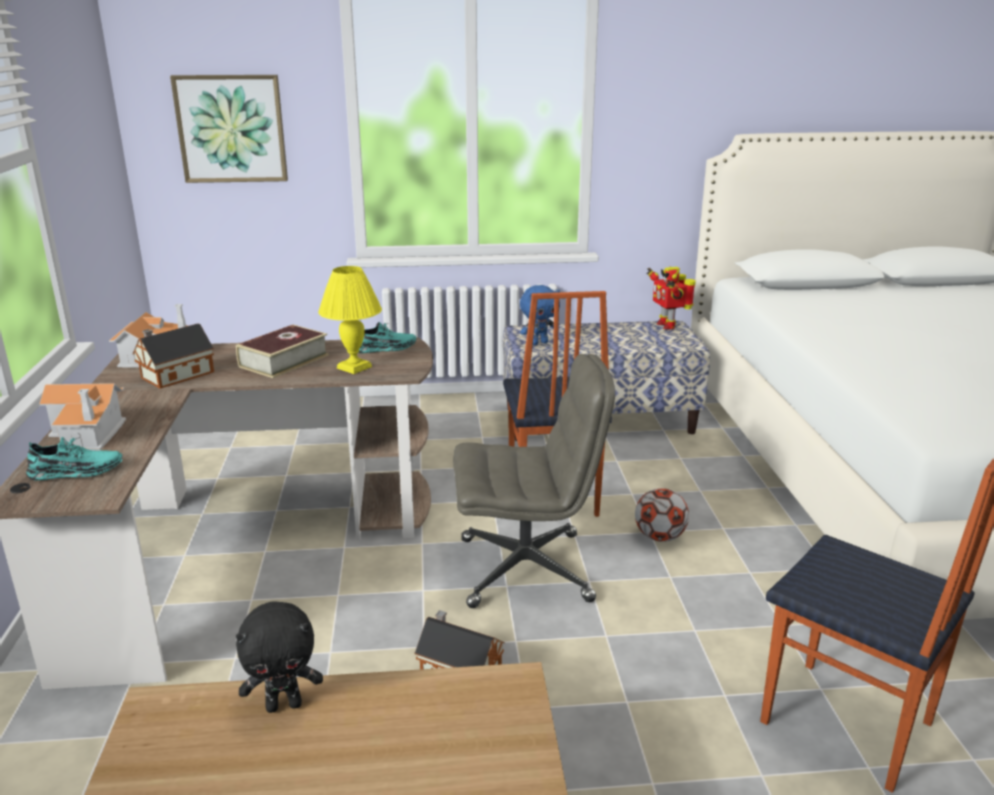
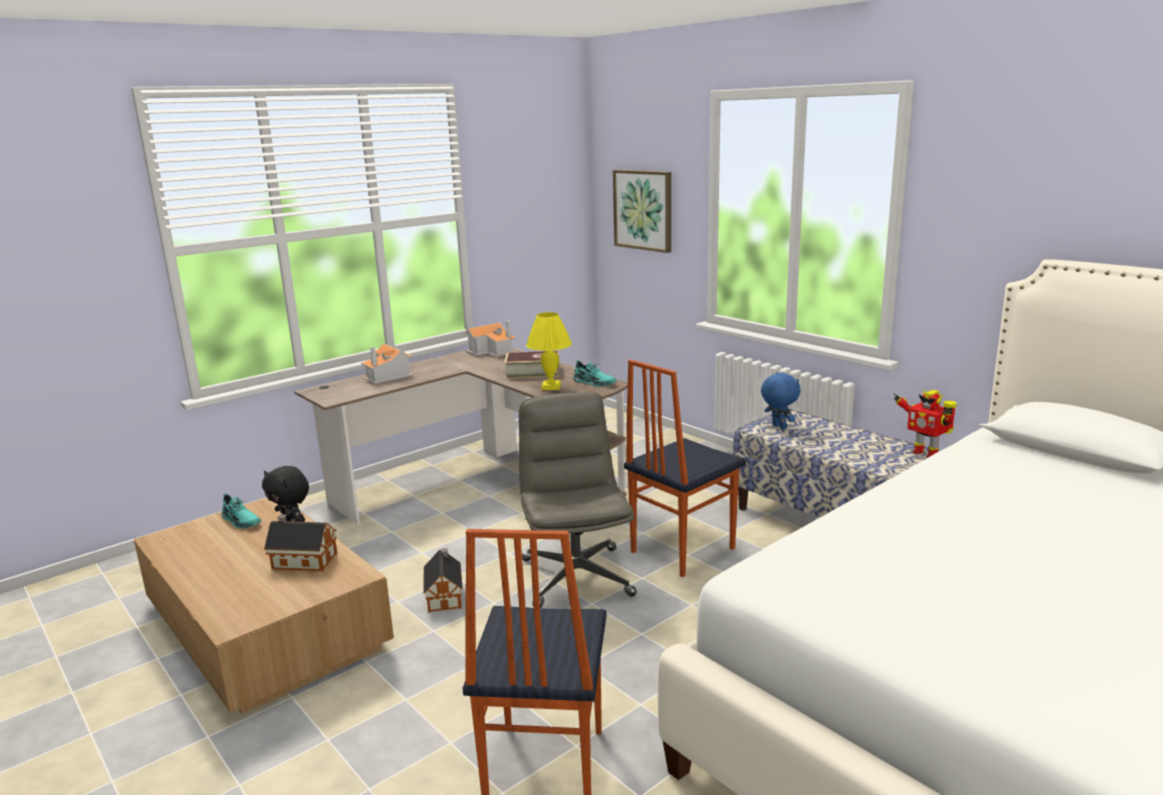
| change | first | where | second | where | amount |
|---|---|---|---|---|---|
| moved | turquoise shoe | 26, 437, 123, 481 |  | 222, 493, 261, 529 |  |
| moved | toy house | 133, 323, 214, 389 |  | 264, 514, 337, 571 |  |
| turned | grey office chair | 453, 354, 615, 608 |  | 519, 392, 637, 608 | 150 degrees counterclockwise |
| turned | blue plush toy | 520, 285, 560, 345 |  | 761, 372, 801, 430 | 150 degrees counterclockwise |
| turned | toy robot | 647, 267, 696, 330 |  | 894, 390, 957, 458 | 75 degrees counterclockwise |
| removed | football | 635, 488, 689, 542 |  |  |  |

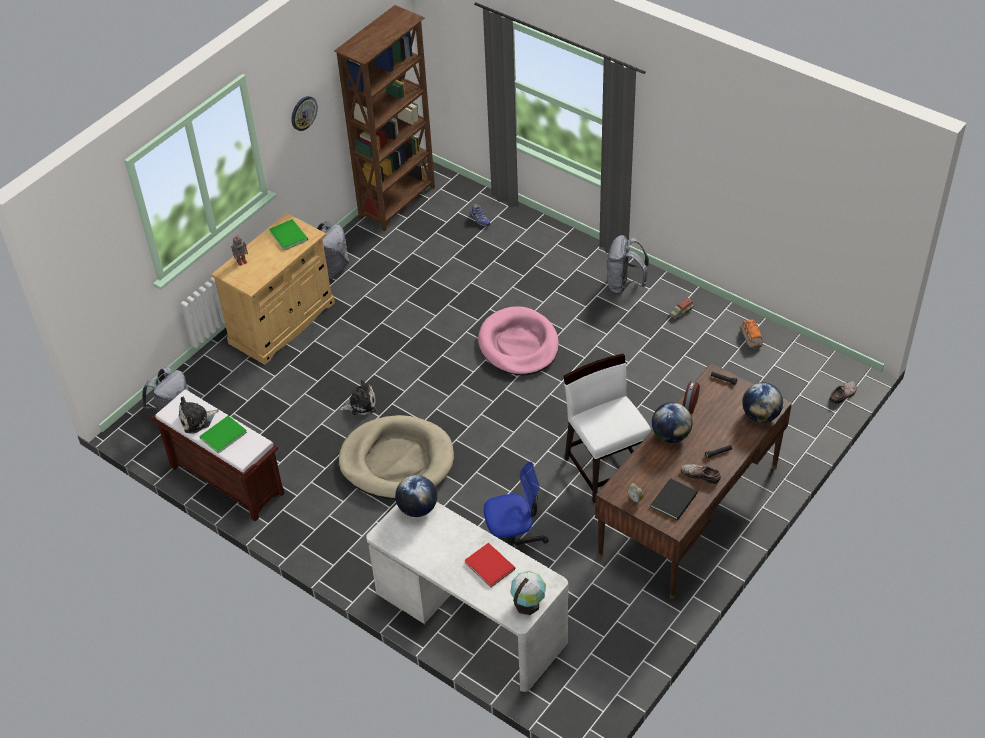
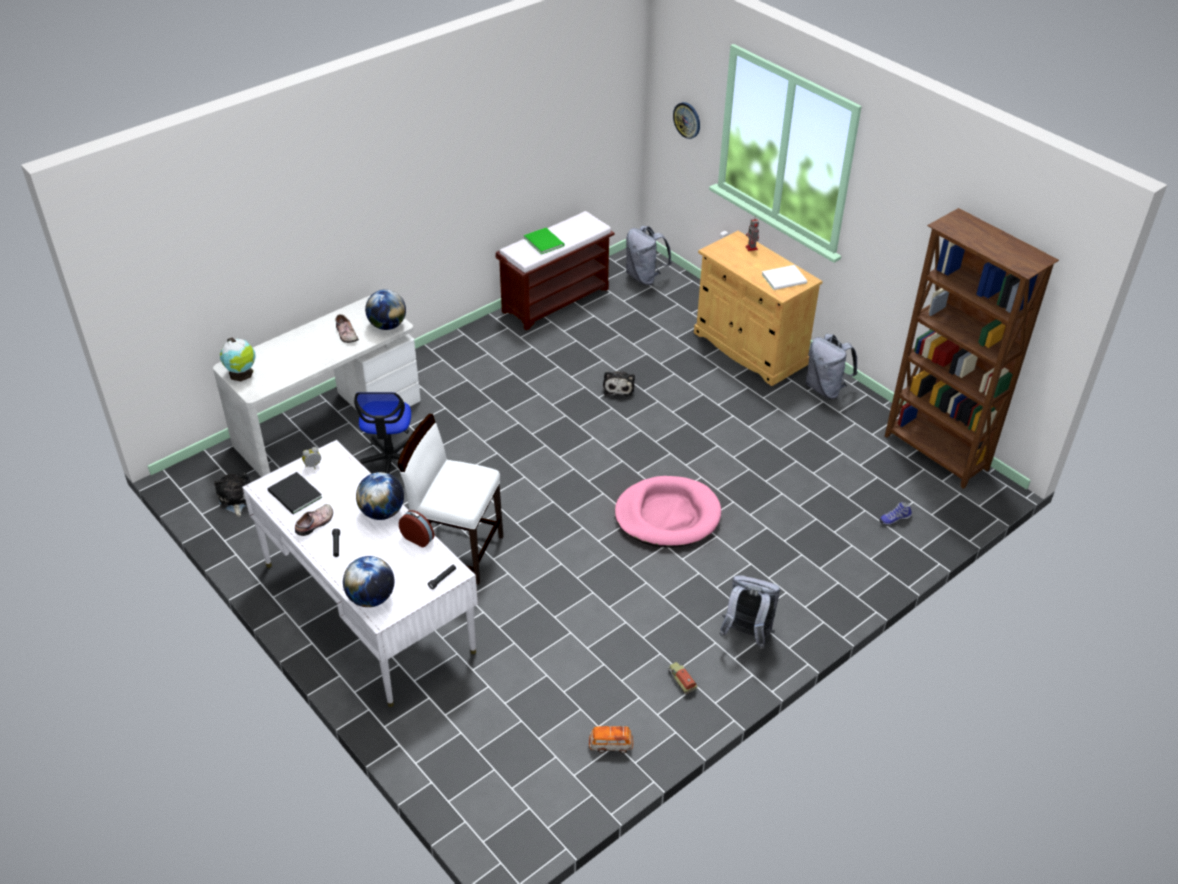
| change | first | where | second | where | amount |
|---|---|---|---|---|---|
| moved | plush toy | 179, 396, 219, 434 |  | 214, 473, 250, 517 |  |
| recoloured | brown desk | 595, 363, 792, 599 | white desk | 242, 440, 478, 707 |  |
| moved | shoe | 829, 381, 857, 404 |  | 336, 314, 359, 343 |  |
| turned | white chair | 564, 354, 651, 503 |  | 397, 414, 503, 585 | 150 degrees counterclockwise |
| moved | wall clock | 291, 96, 318, 131 |  | 673, 102, 700, 139 |  |
| recoloured | green book | 269, 219, 308, 250 | white book | 761, 265, 807, 290 |  |
| removed | beige dog bed | 339, 415, 454, 499 |  |  |  |
| removed | red book | 464, 543, 516, 587 |  |  |  |

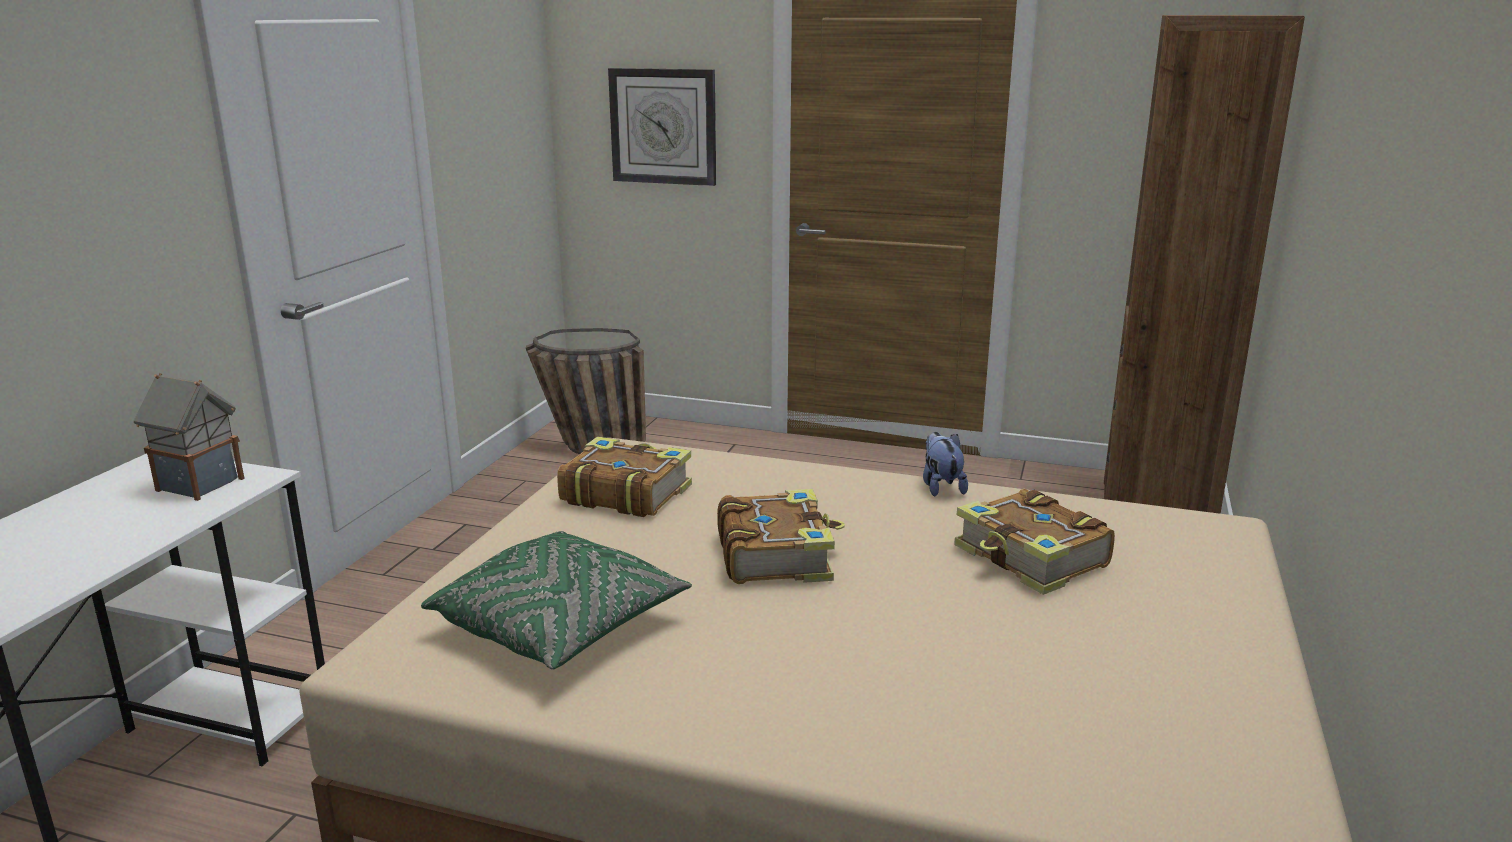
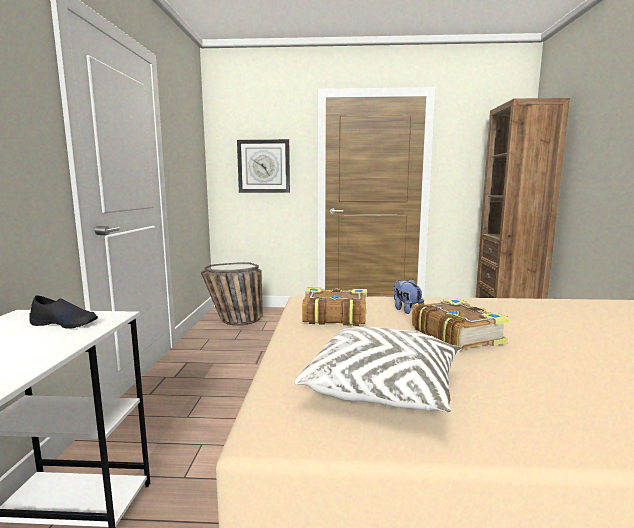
| change | first | where | second | where | amount |
|---|---|---|---|---|---|
| replaced | toy house | 134, 373, 245, 501 | black shoe | 29, 295, 98, 329 |  |
| recoloured | green pillow | 421, 531, 692, 670 | white pillow | 295, 327, 462, 412 |  |
| moved | plush toy | 923, 432, 968, 496 |  | 394, 279, 424, 314 |  |
| removed | book | 954, 489, 1115, 595 |  |  |  |

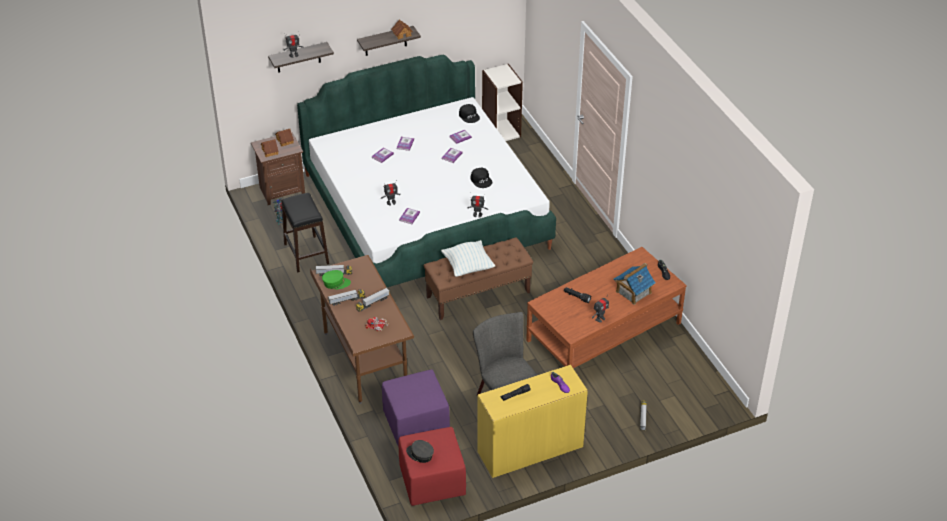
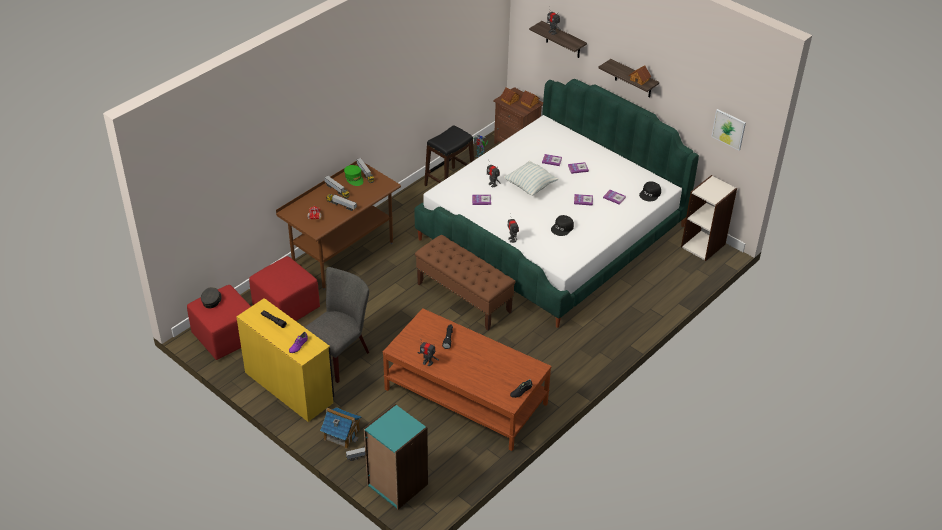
| change | first | where | second | where | amount |
|---|---|---|---|---|---|
| recoloured | purple ottoman | 382, 369, 450, 447 | red ottoman | 249, 256, 320, 321 |  |
| moved | toy house | 614, 263, 656, 305 |  | 320, 407, 361, 449 |  |
| added |  |  | turquoise bookcase | 364, 404, 428, 509 |  |
| moved | pillow | 441, 240, 495, 277 |  | 504, 161, 558, 196 |  |
| added |  |  | picture | 711, 109, 746, 150 |  |

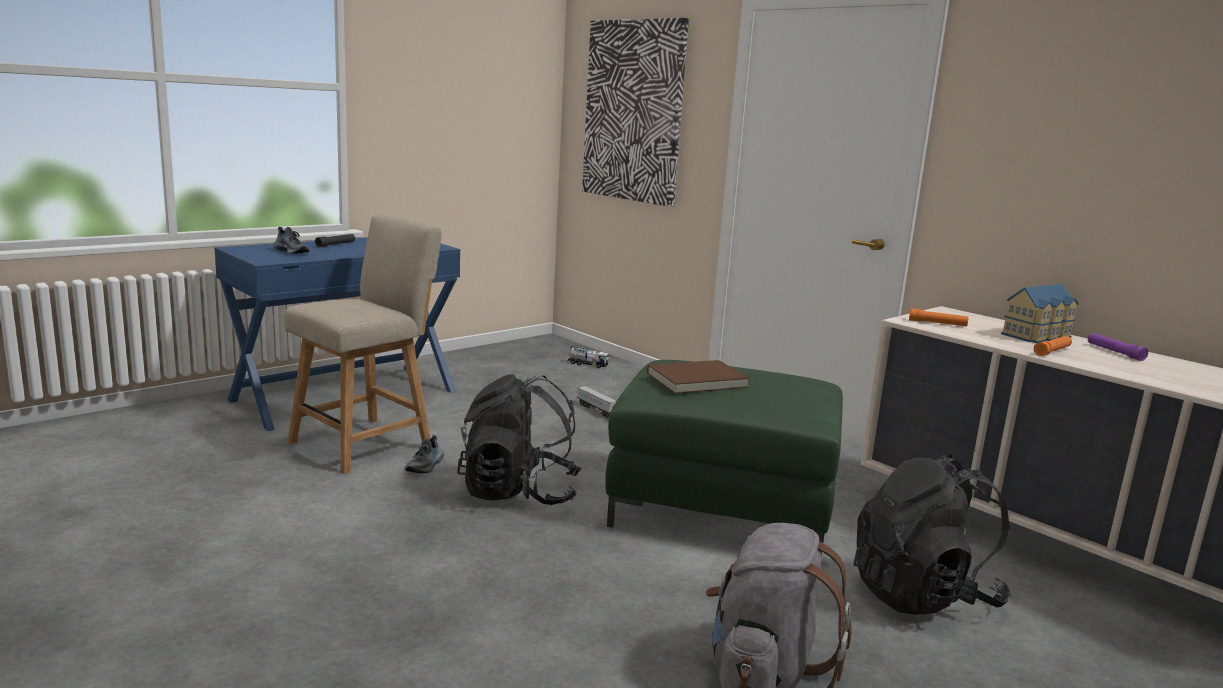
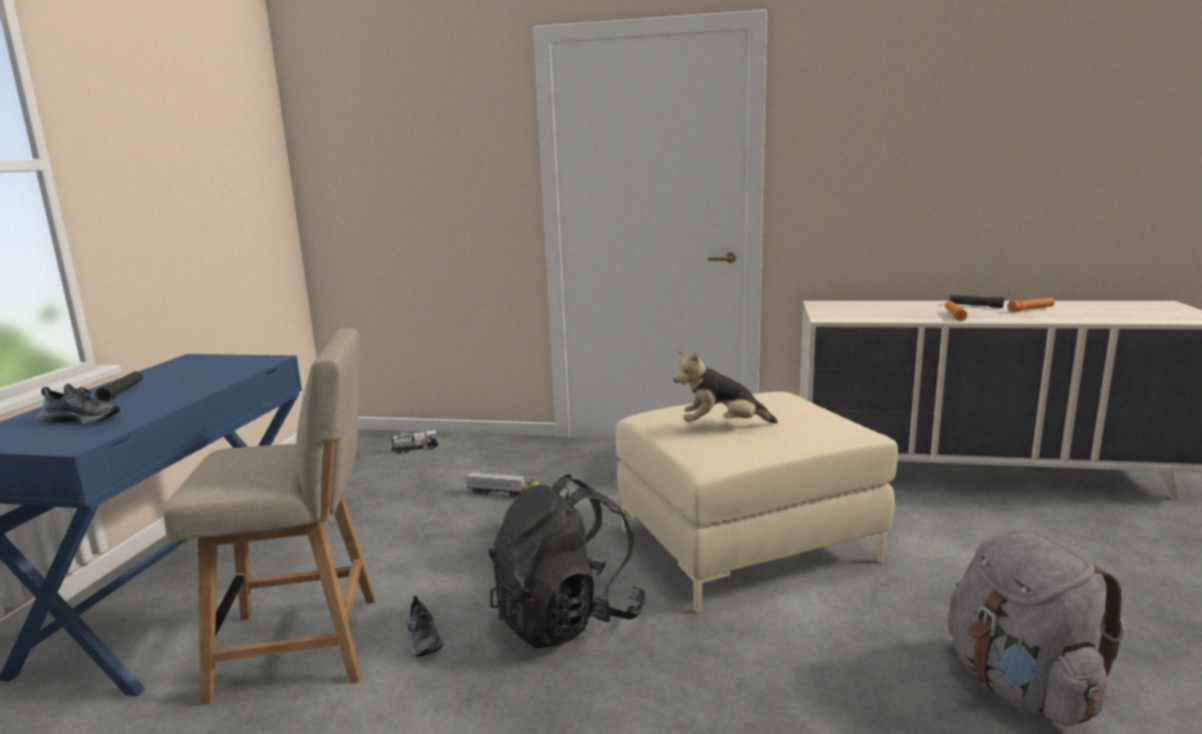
| change | first | where | second | where | amount |
|---|---|---|---|---|---|
| turned | beige chair | 284, 214, 442, 475 |  | 163, 328, 376, 705 | 75 degrees clockwise |
| recoloured | green ottoman | 605, 360, 843, 543 | beige ottoman | 616, 392, 898, 613 |  |
| replaced | brown book | 647, 360, 749, 394 | plush toy | 673, 351, 778, 423 |  |
| recoloured | purple flashlight | 1088, 333, 1148, 361 | black flashlight | 949, 295, 1004, 308 |  |
| moved | orange flashlight | 909, 308, 969, 326 |  | 1008, 298, 1055, 312 |  |
| removed | picture | 582, 18, 689, 207 |  |  |  |
| removed | black backpack | 853, 454, 1011, 615 |  |  |  |
| removed | toy house | 1001, 284, 1079, 343 |  |  |  |

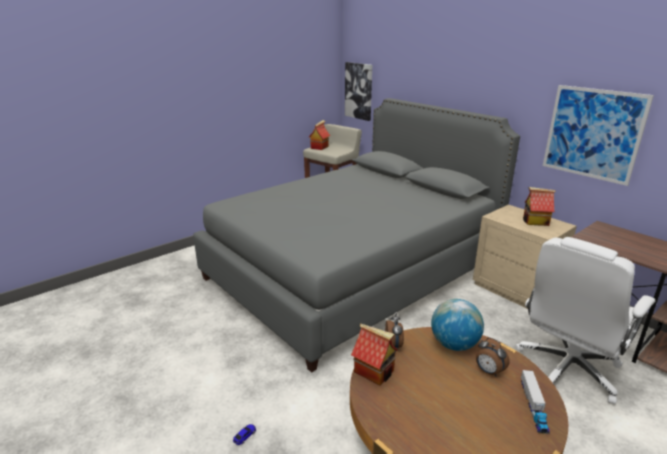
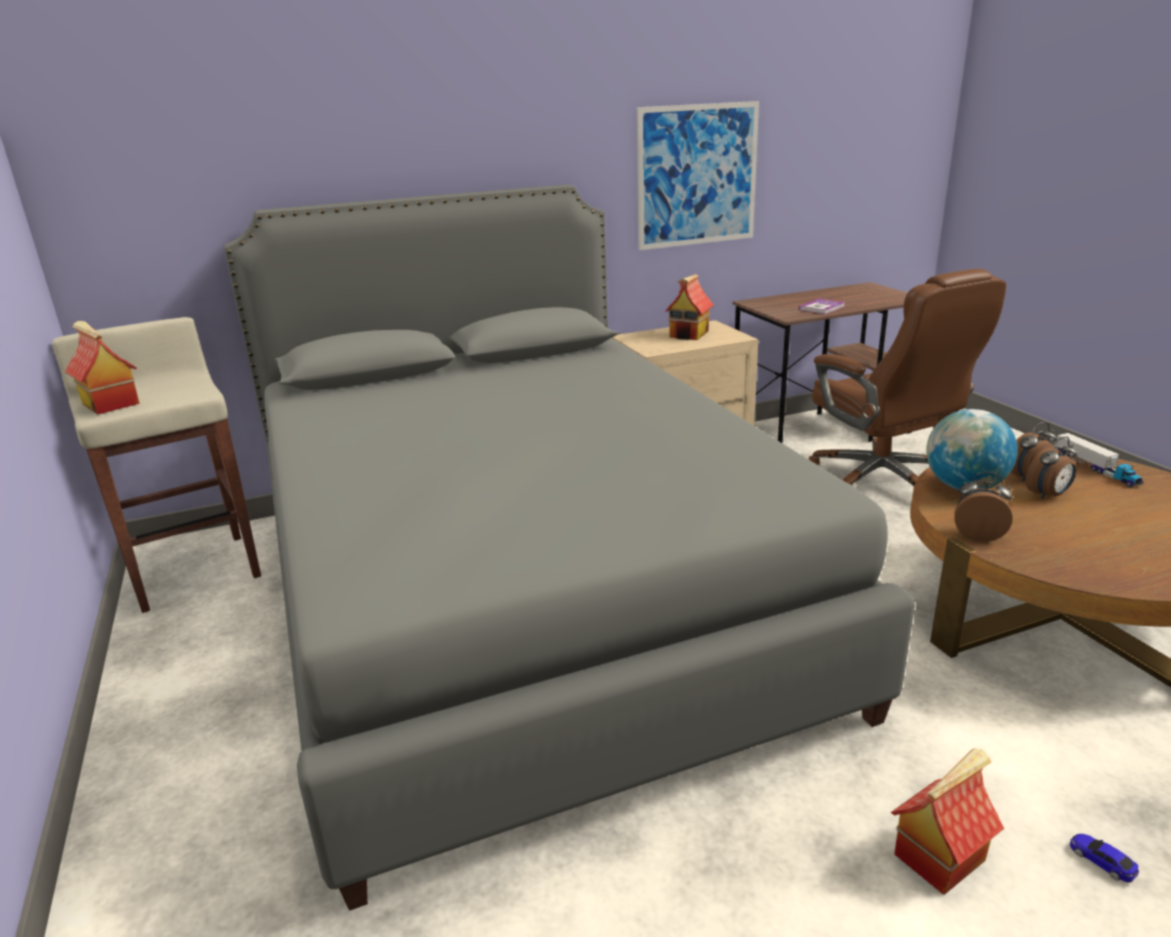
| change | first | where | second | where | amount |
|---|---|---|---|---|---|
| added |  |  | book | 799, 298, 845, 314 |  |
| recoloured | white office chair | 515, 237, 655, 405 | brown office chair | 809, 269, 1006, 486 |  |
| moved | toy house | 351, 323, 398, 385 |  | 891, 748, 1004, 895 |  |
| added |  |  | alarm clock | 1025, 436, 1077, 499 |  |
| turned | toy truck | 521, 370, 550, 434 |  | 1055, 433, 1143, 487 | 45 degrees clockwise |
| removed | picture | 345, 62, 372, 121 |  |  |  |

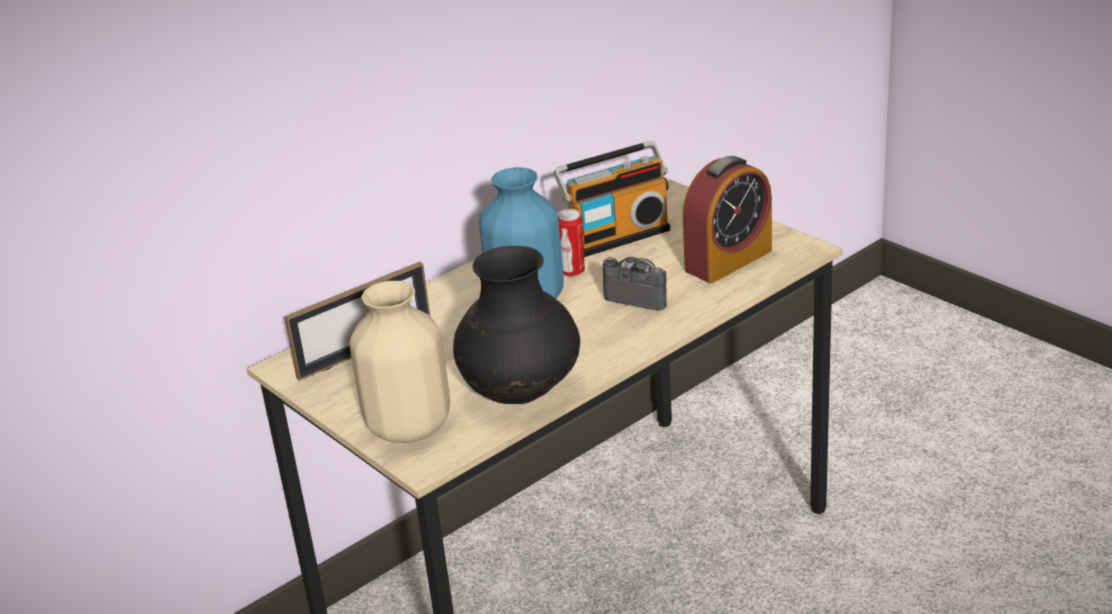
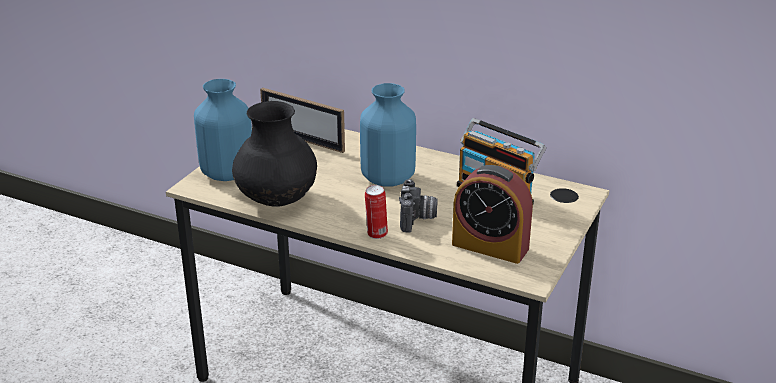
| change | first | where | second | where | amount |
|---|---|---|---|---|---|
| recoloured | beige vase | 350, 281, 450, 443 | blue vase | 194, 79, 252, 181 |  |
| moved | can | 558, 209, 585, 277 |  | 365, 185, 388, 239 |  |

